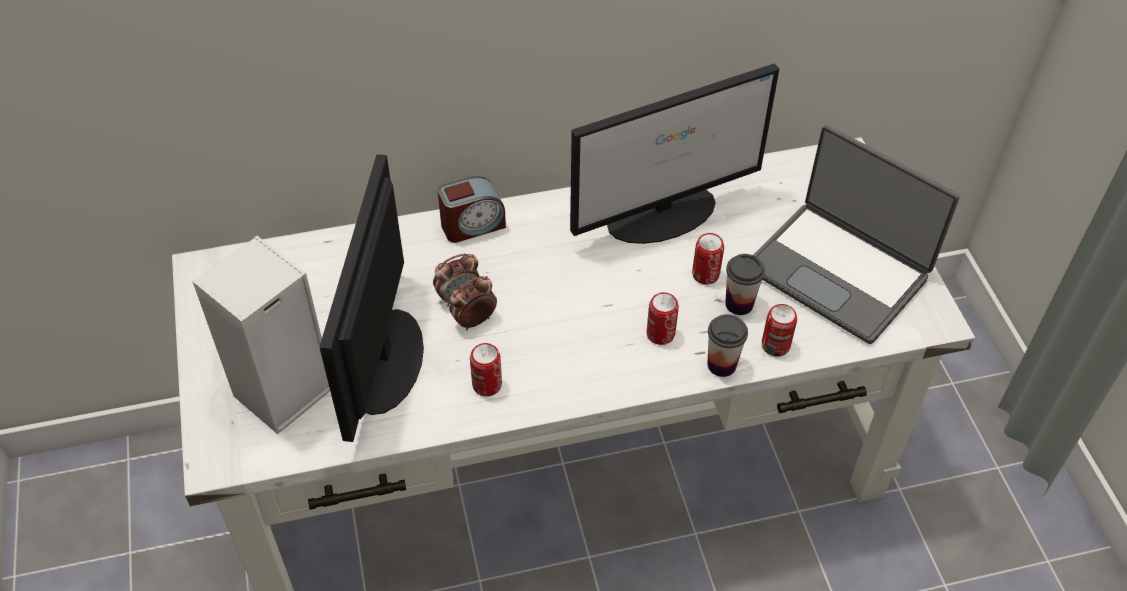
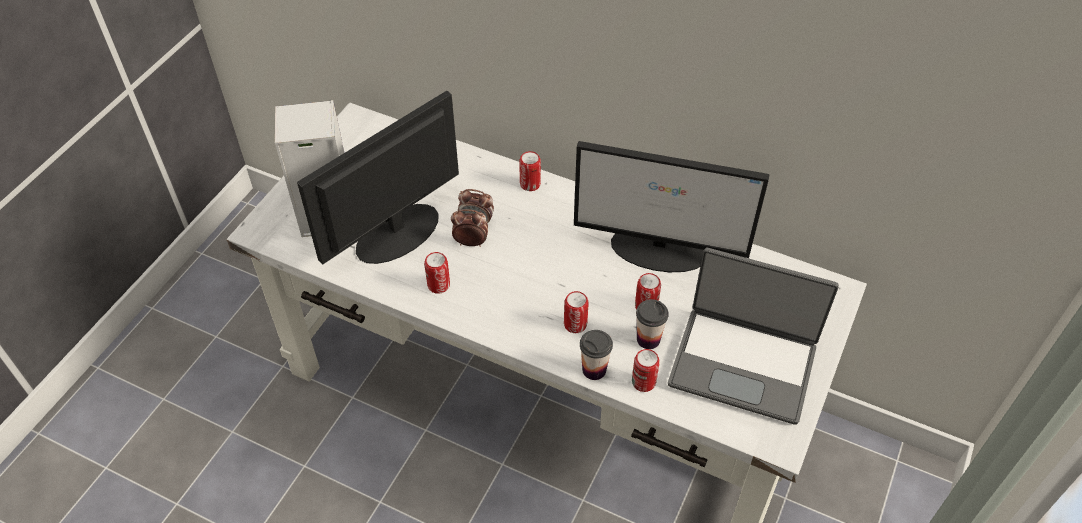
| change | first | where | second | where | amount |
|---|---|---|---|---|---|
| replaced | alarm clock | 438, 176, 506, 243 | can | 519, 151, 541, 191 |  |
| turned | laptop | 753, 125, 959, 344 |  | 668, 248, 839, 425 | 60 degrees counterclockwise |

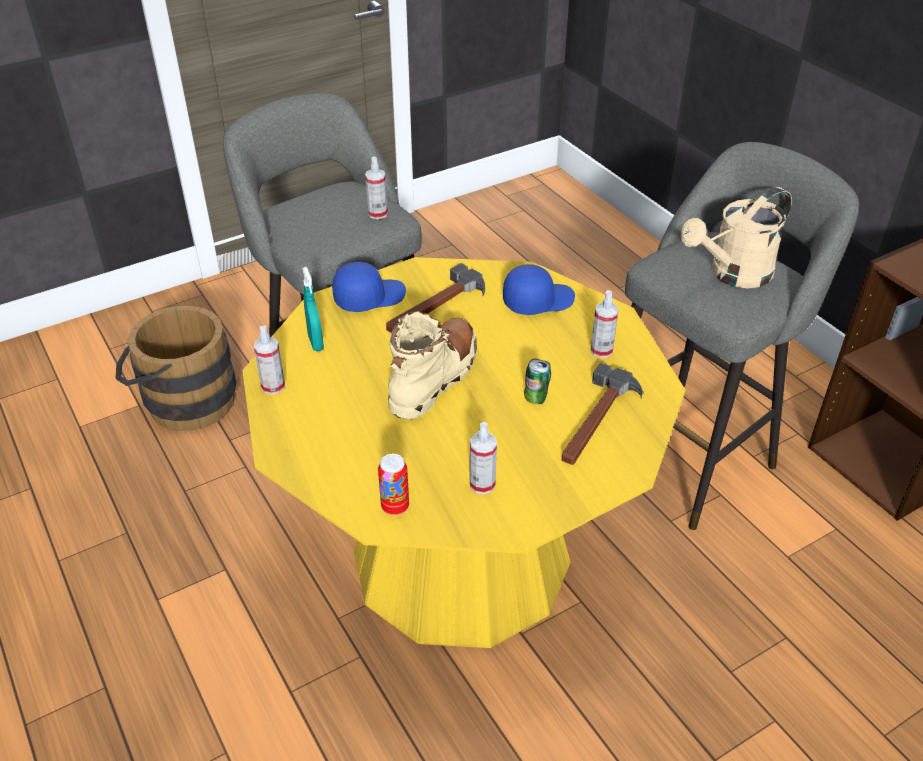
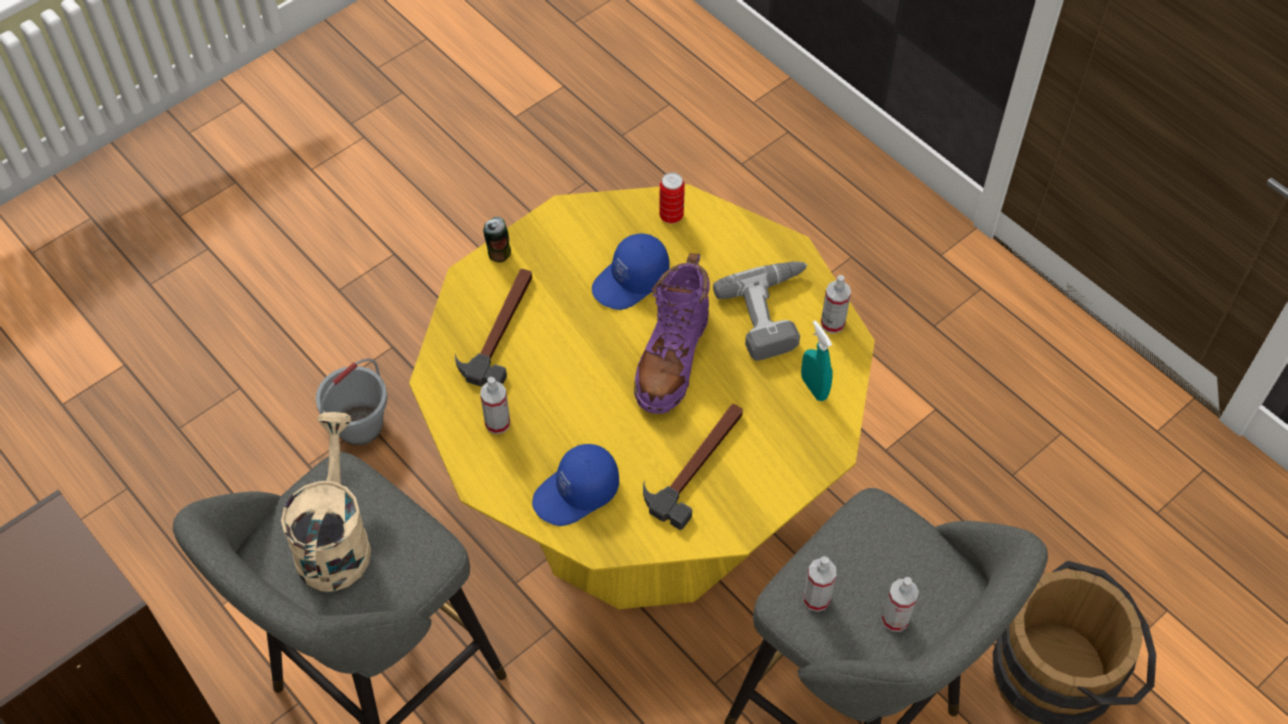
| change | first | where | second | where | amount |
|---|---|---|---|---|---|
| turned | beige watering can | 680, 187, 792, 288 |  | 281, 412, 371, 592 | 45 degrees counterclockwise |
| added |  |  | grey bucket | 316, 358, 388, 446 |  |
| moved | can | 524, 359, 551, 404 |  | 483, 217, 511, 262 |  |
| moved | blue cap | 332, 262, 406, 312 |  | 592, 234, 670, 310 |  |
| recoloured | beige boot | 388, 312, 477, 419 | purple boot | 634, 253, 710, 414 |  |
| added |  |  | power drill | 713, 261, 808, 361 |  |
| moved | spray bottle | 470, 422, 497, 494 |  | 882, 577, 919, 632 |  |

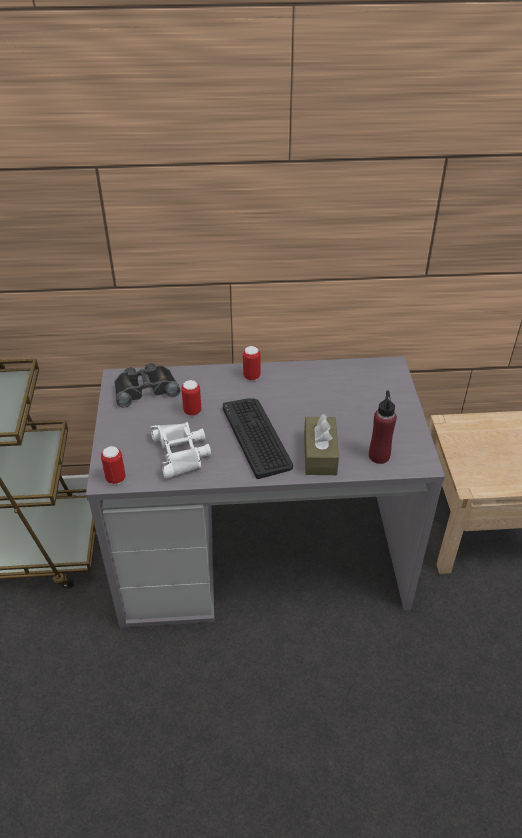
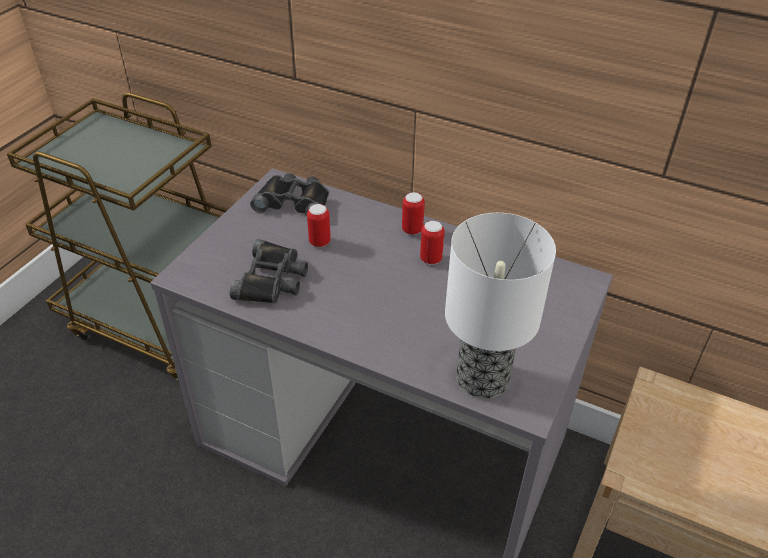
| change | first | where | second | where | amount |
|---|---|---|---|---|---|
| recoloured | white binoculars | 150, 422, 211, 479 | black binoculars | 230, 239, 308, 304 |  |
| moved | can | 101, 446, 126, 484 |  | 420, 221, 445, 265 |  |
| replaced | red bottle | 369, 390, 397, 464 | table lamp | 445, 213, 556, 399 |  |
| removed | keyboard | 223, 398, 293, 479 |  |  |  |
| removed | brown tissue box | 304, 414, 339, 475 |  |  |  |

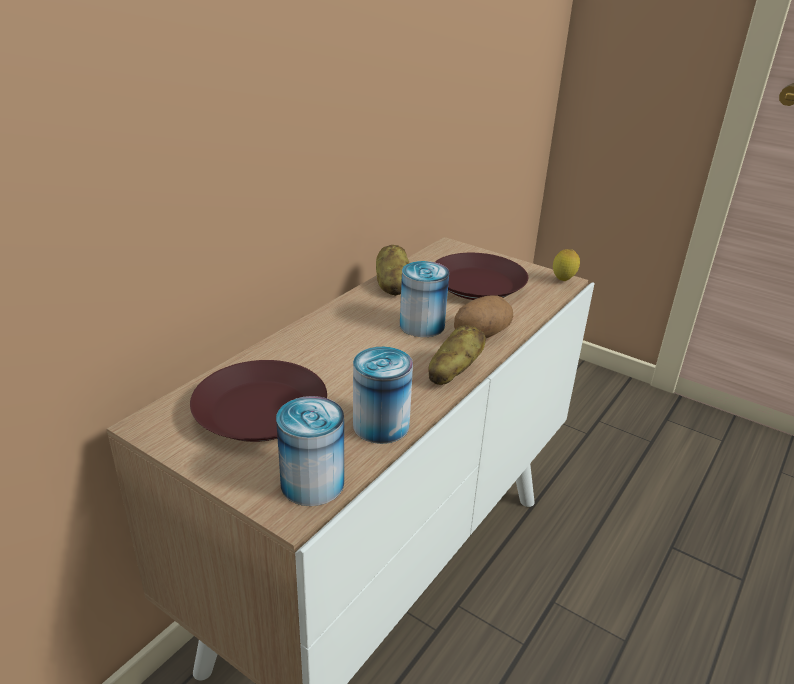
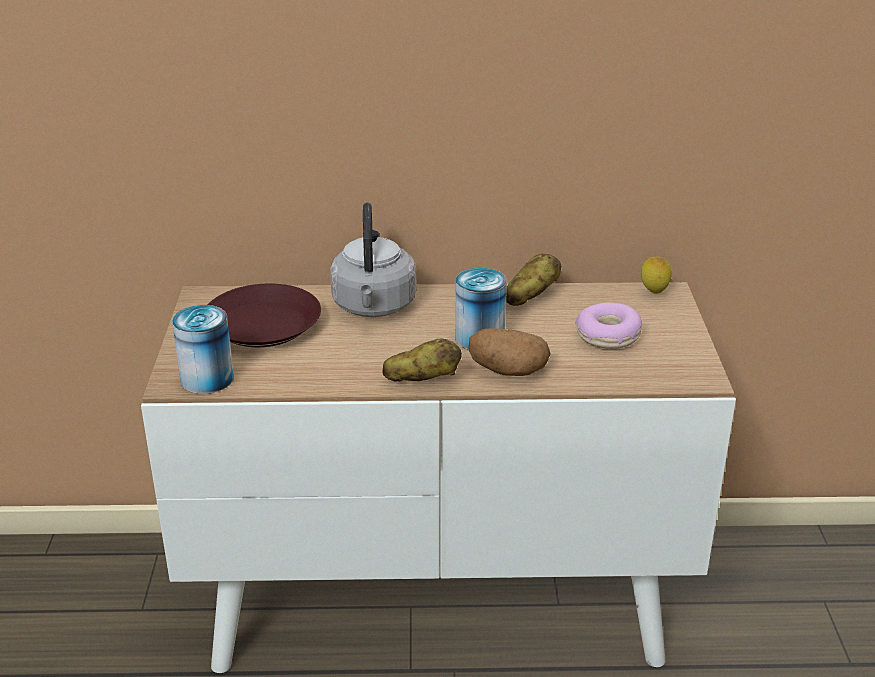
| change | first | where | second | where | amount |
|---|---|---|---|---|---|
| added |  |  | grey kettle | 330, 202, 416, 317 |  |
| replaced | brown plate | 435, 253, 528, 300 | donut | 575, 303, 642, 349 |  |
| moved | lemon | 553, 249, 580, 281 |  | 641, 256, 672, 293 |  |
| removed | can | 353, 347, 413, 444 |  |  |  |

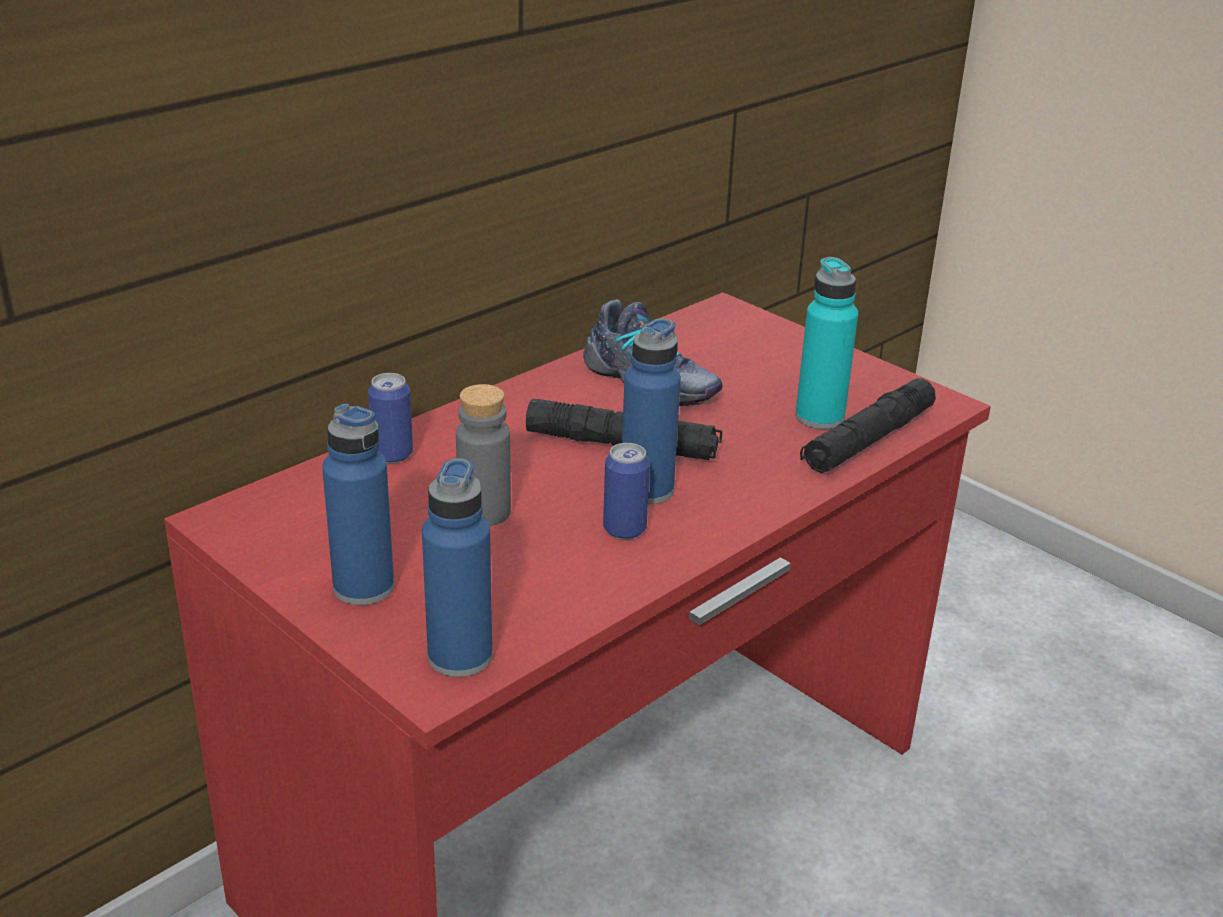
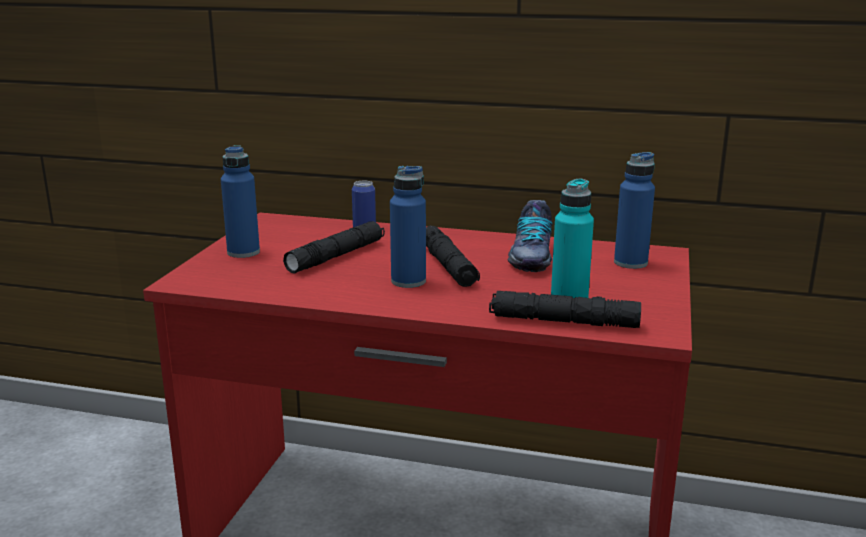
| change | first | where | second | where | amount |
|---|---|---|---|---|---|
| replaced | grey bottle | 456, 384, 511, 526 | black flashlight | 283, 221, 385, 274 |  |
| moved | blue bottle | 422, 458, 493, 677 |  | 614, 152, 655, 269 |  |
| removed | can | 603, 443, 650, 540 |  |  |  |

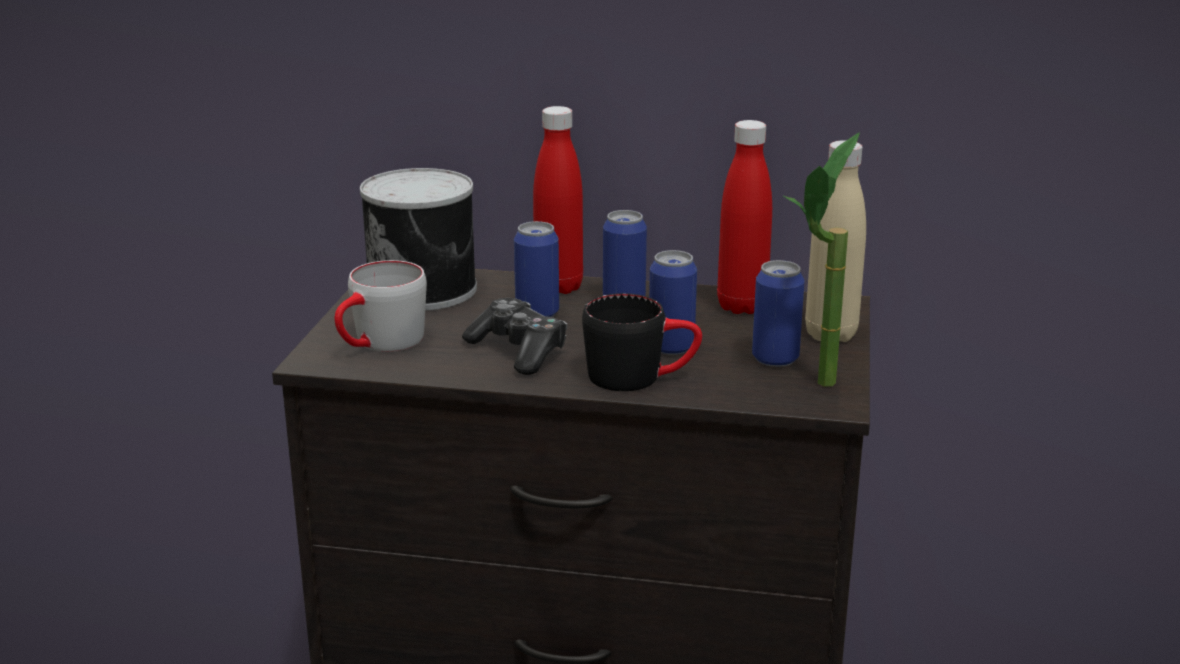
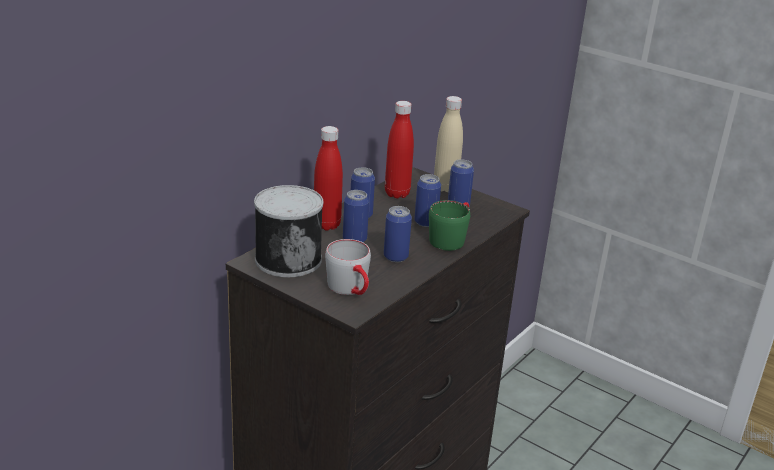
| change | first | where | second | where | amount |
|---|---|---|---|---|---|
| replaced | game controller | 462, 298, 567, 375 | can | 384, 206, 412, 262 |  |
| recoloured | black mug | 582, 293, 702, 391 | green mug | 429, 200, 470, 251 |  |
| removed | potted plant | 784, 133, 860, 387 |  |  |  |

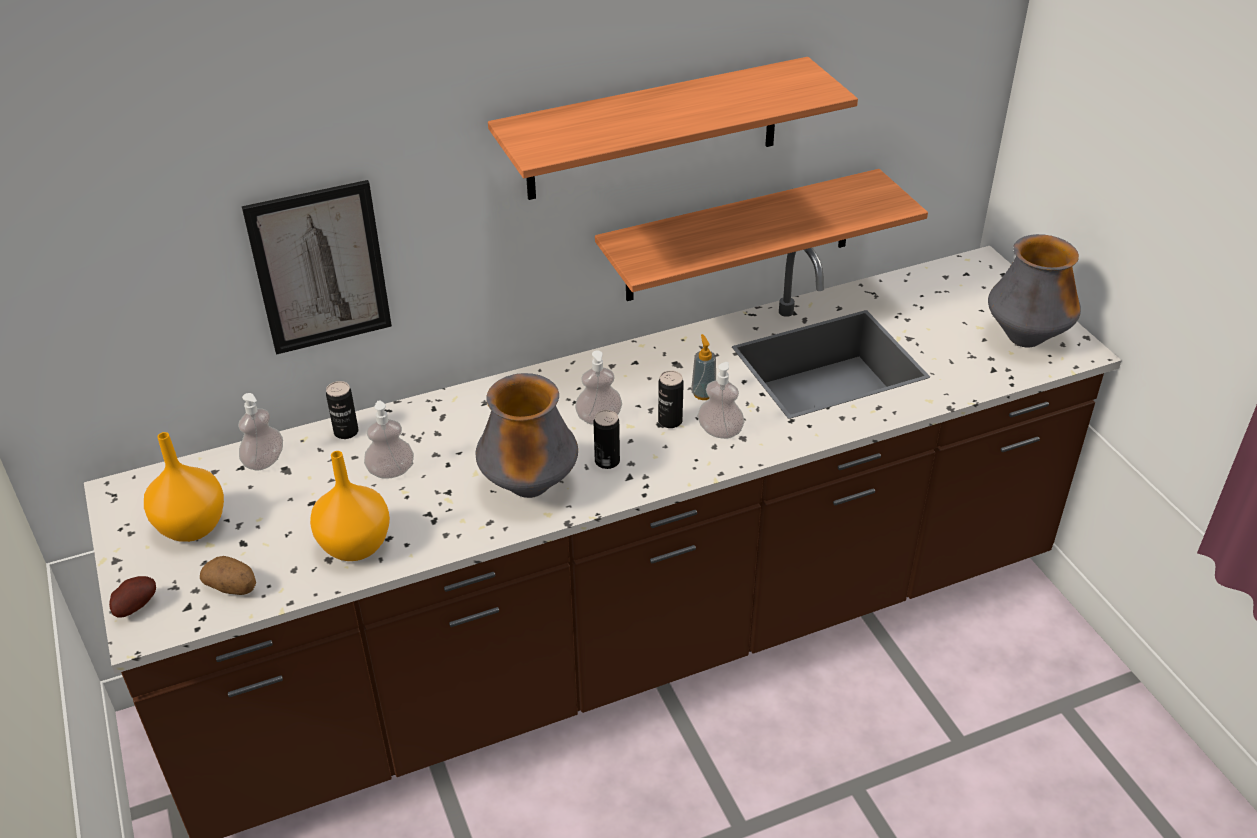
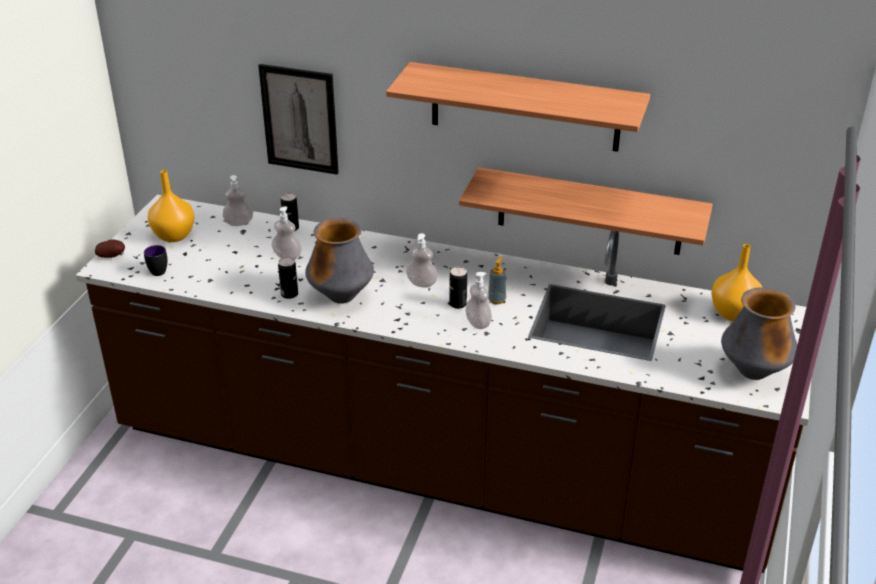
| change | first | where | second | where | amount |
|---|---|---|---|---|---|
| replaced | potato | 200, 556, 256, 595 | mug | 144, 245, 167, 276 |  |
| moved | can | 594, 410, 620, 469 |  | 278, 257, 298, 299 |  |
| moved | orange vase | 310, 451, 390, 561 |  | 711, 244, 762, 321 |  |

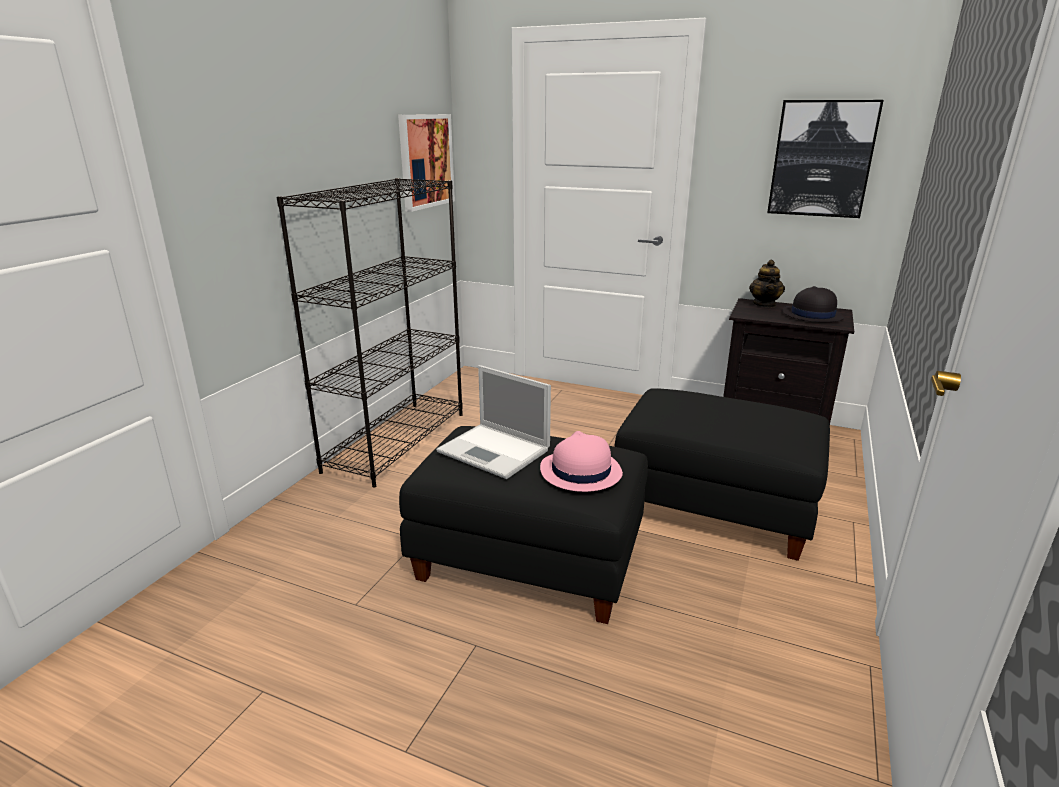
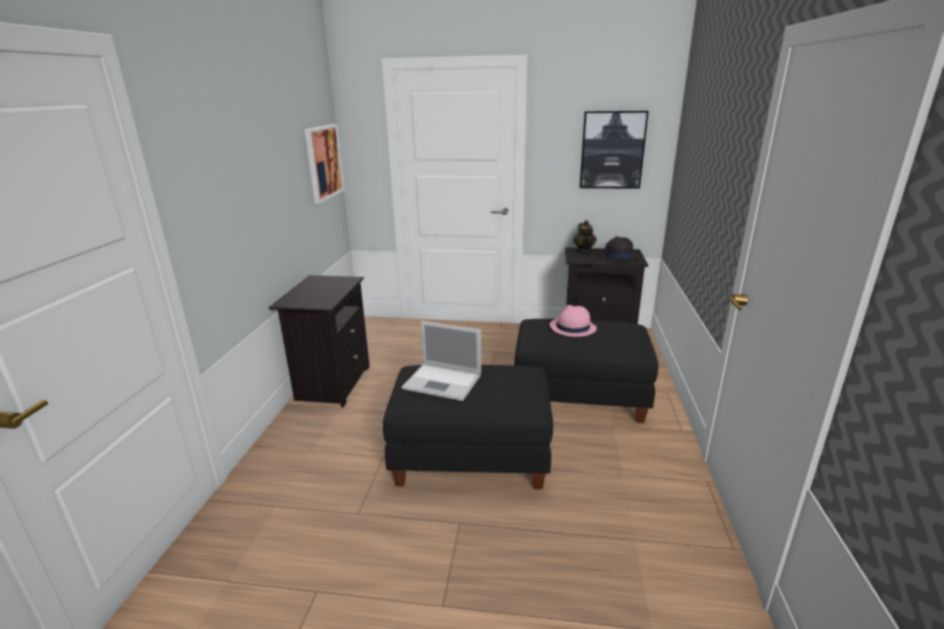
| change | first | where | second | where | amount |
|---|---|---|---|---|---|
| replaced | black bookcase | 277, 178, 463, 488 | black nightstand | 269, 275, 370, 407 |  |
| moved | pink hat | 540, 431, 623, 492 |  | 549, 305, 597, 337 |  |

